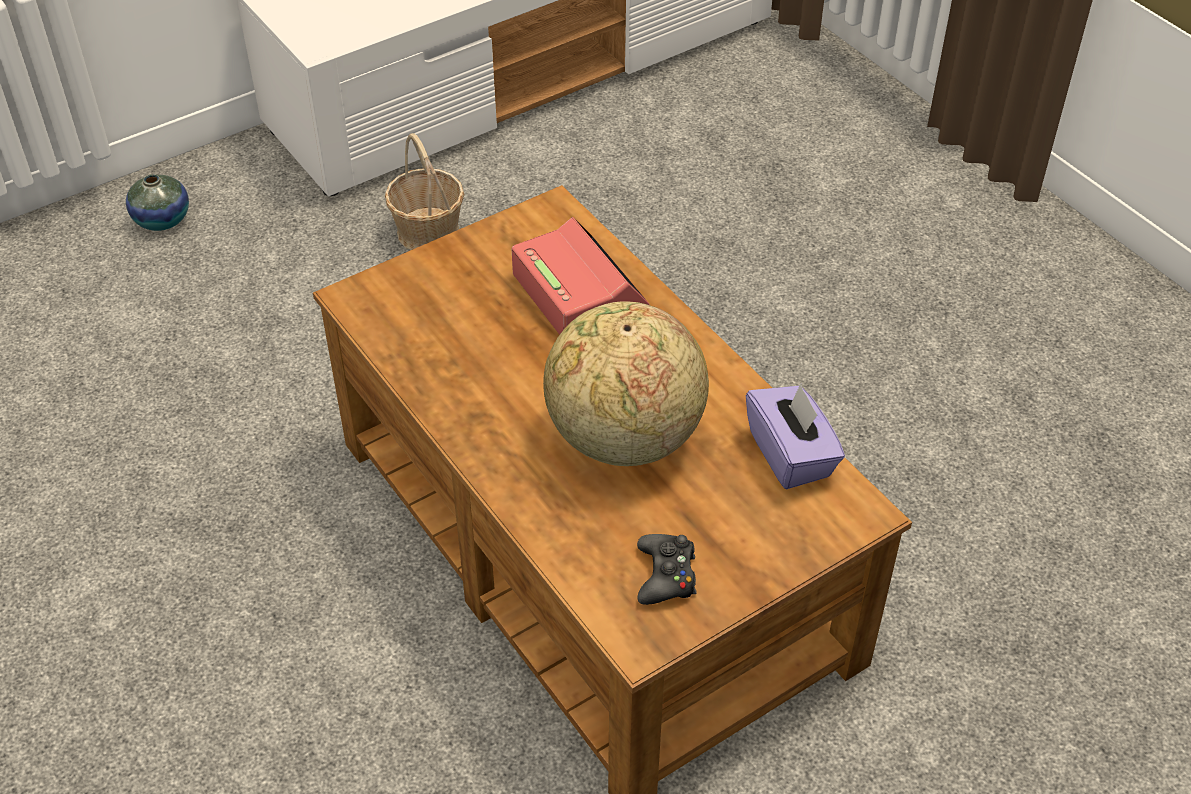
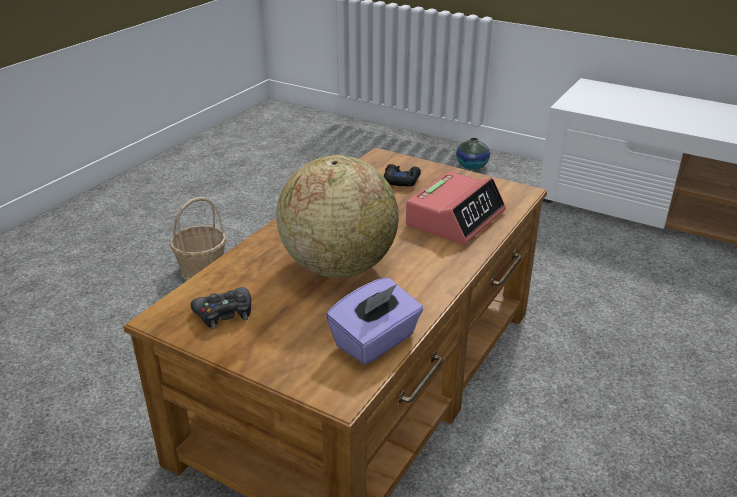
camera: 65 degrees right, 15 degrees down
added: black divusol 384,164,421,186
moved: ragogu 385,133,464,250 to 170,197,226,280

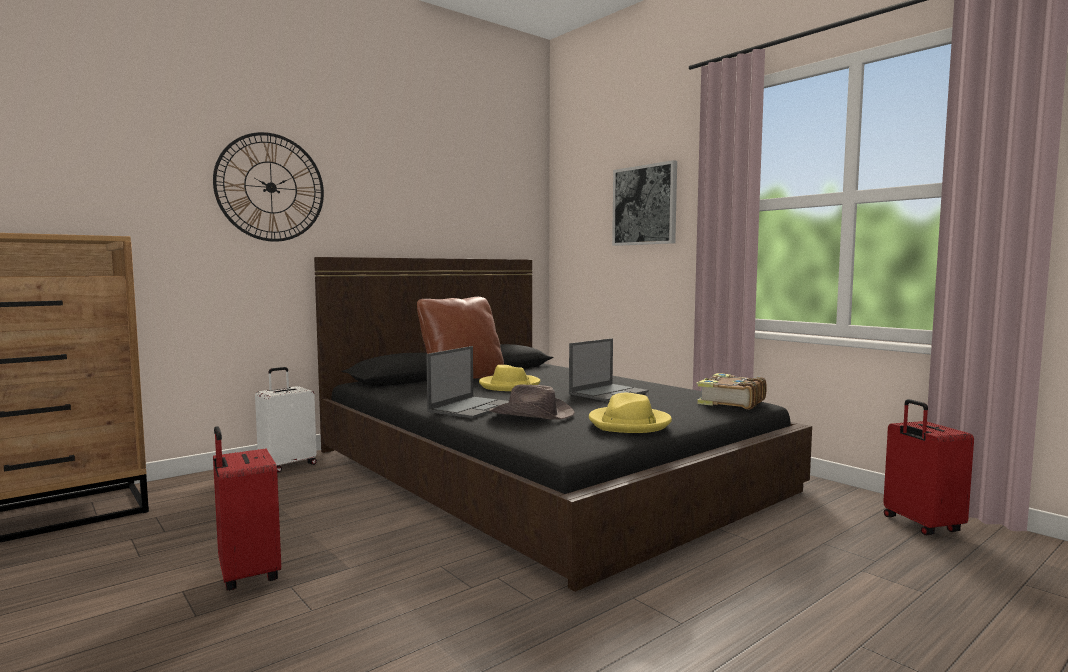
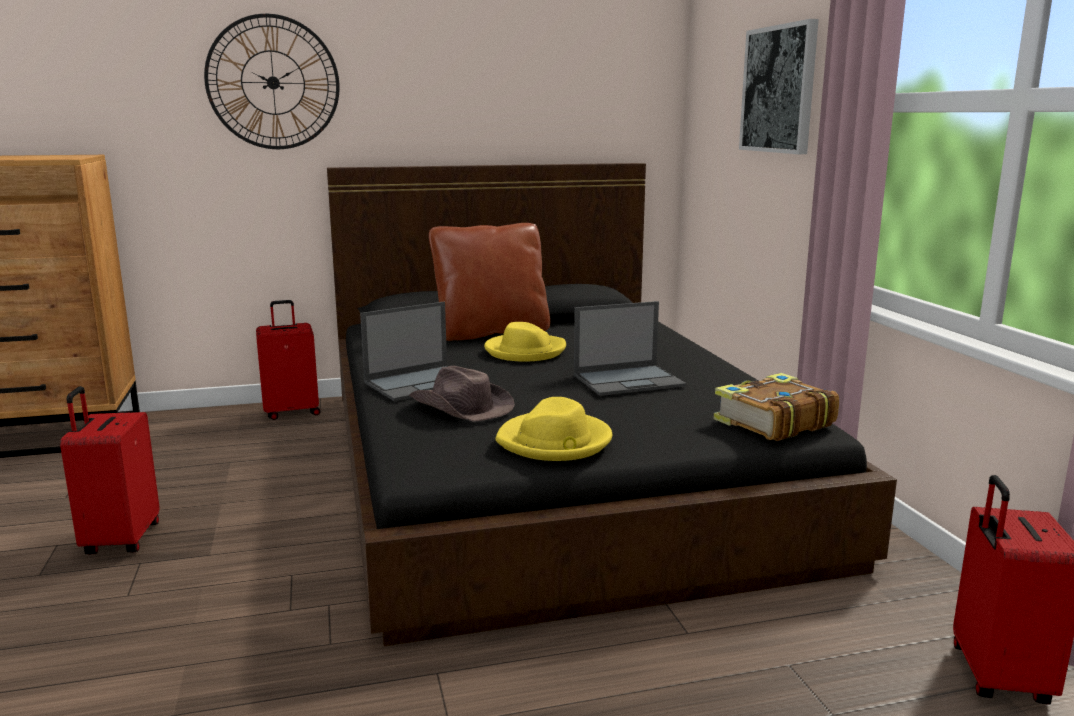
camera: 25 degrees right, 10 degrees up
recoloured: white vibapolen 255,367,317,472 to red vibapolen 256,300,321,420

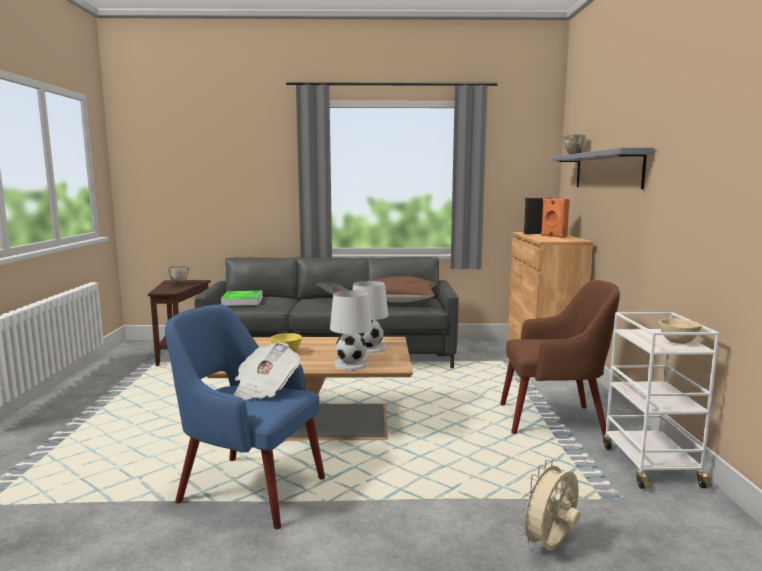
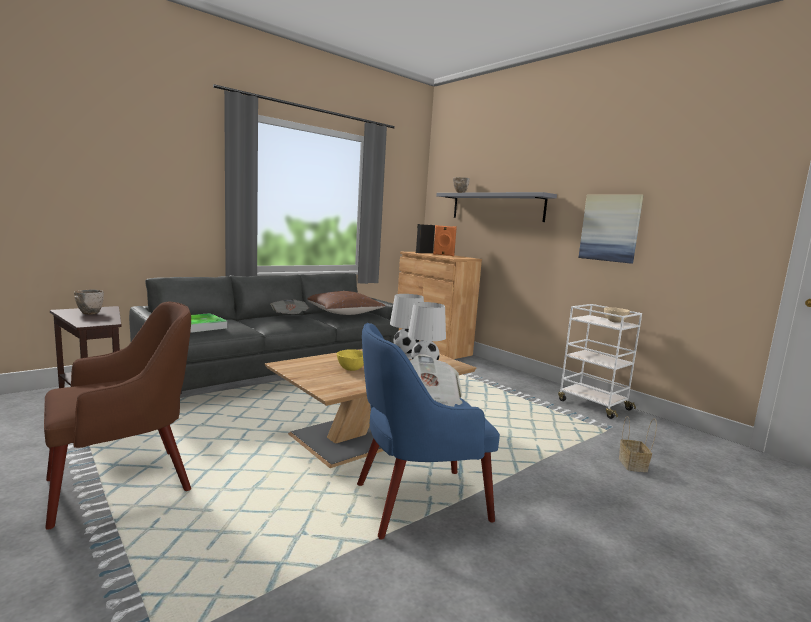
camera: 40 degrees left, 0 degrees up
added: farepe 578,194,644,264
moved: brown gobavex 500,280,620,435 to 44,302,191,530
replaced: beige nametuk 518,459,580,550 to ragogu 619,416,657,472

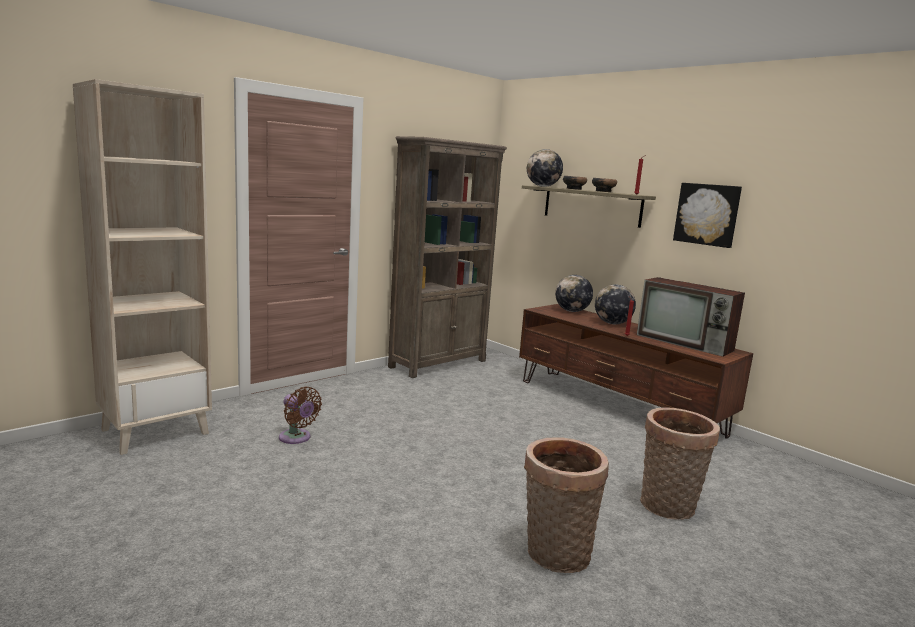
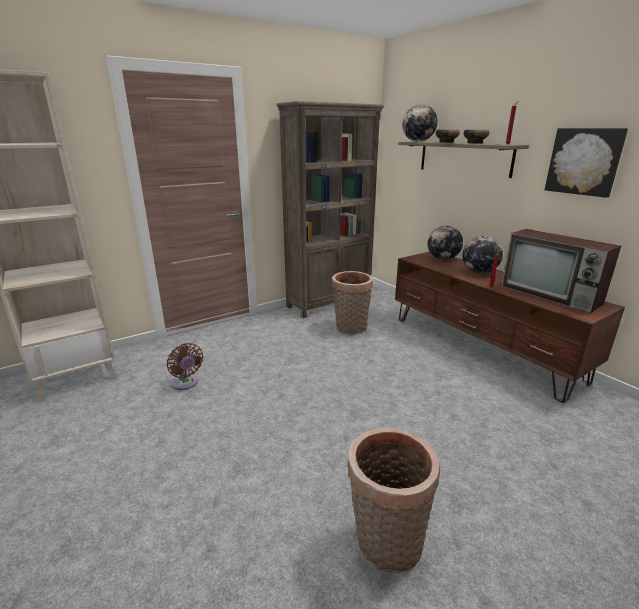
camera: 10 degrees right, 10 degrees up
moved: ragogu 640,407,720,520 to 332,271,373,334

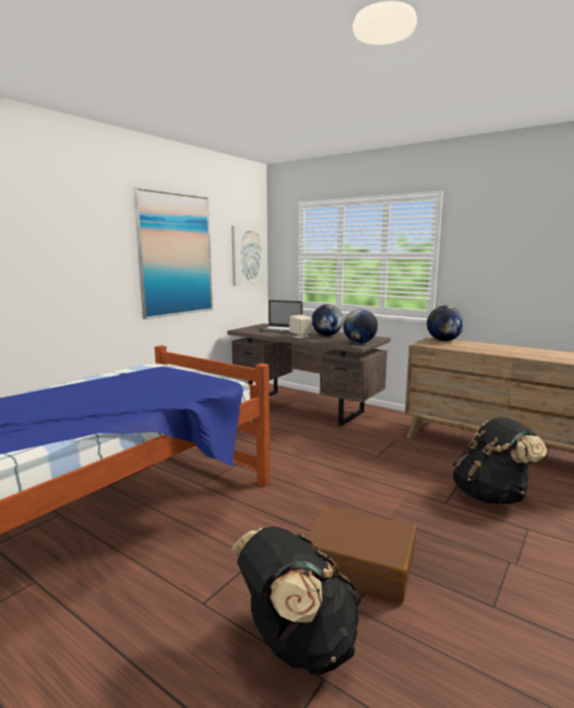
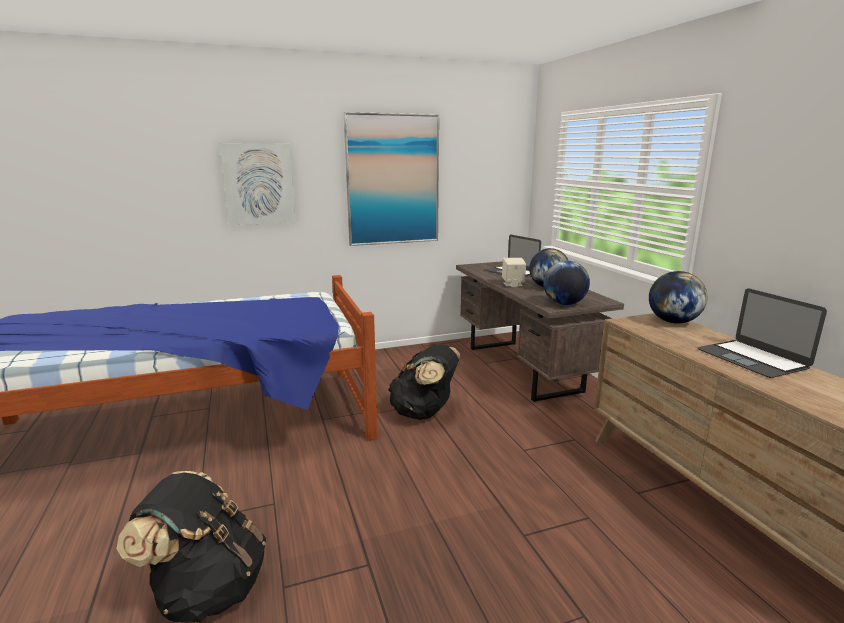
camera: 35 degrees right, 5 degrees up
removed: brown vibapolen 307,507,416,603
added: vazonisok 697,288,827,378
moved: farepe 231,226,266,286 to 219,143,296,225; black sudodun 452,417,547,504 to 388,344,460,420

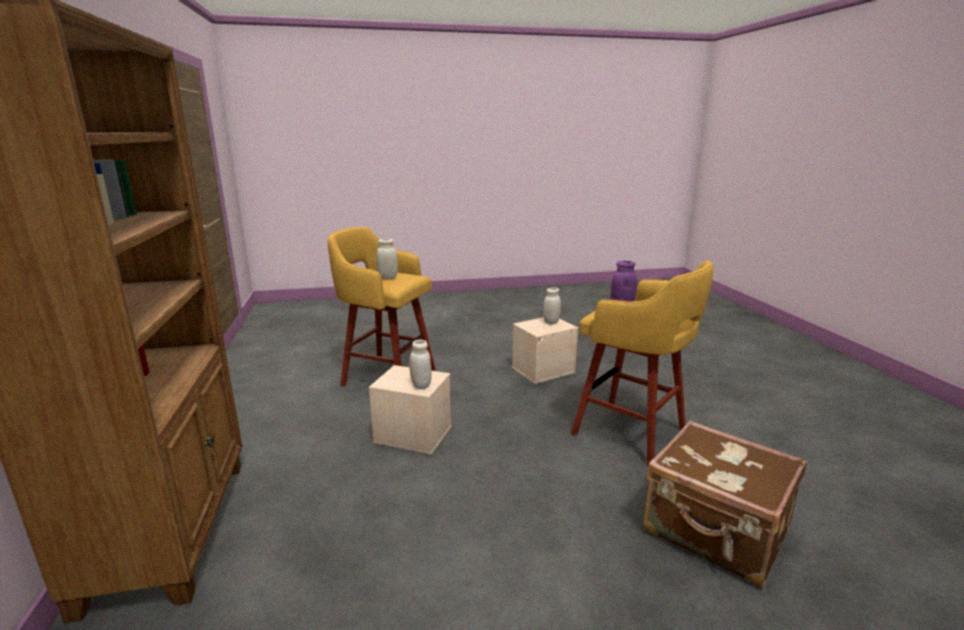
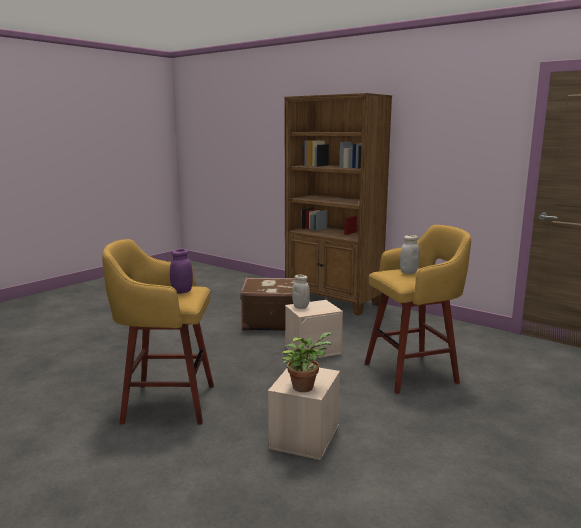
camera: 140 degrees right, 5 degrees down
moved: brown vibapolen 643,421,807,587 to 240,278,295,331
replaced: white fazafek 543,287,561,325 to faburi 282,332,332,392

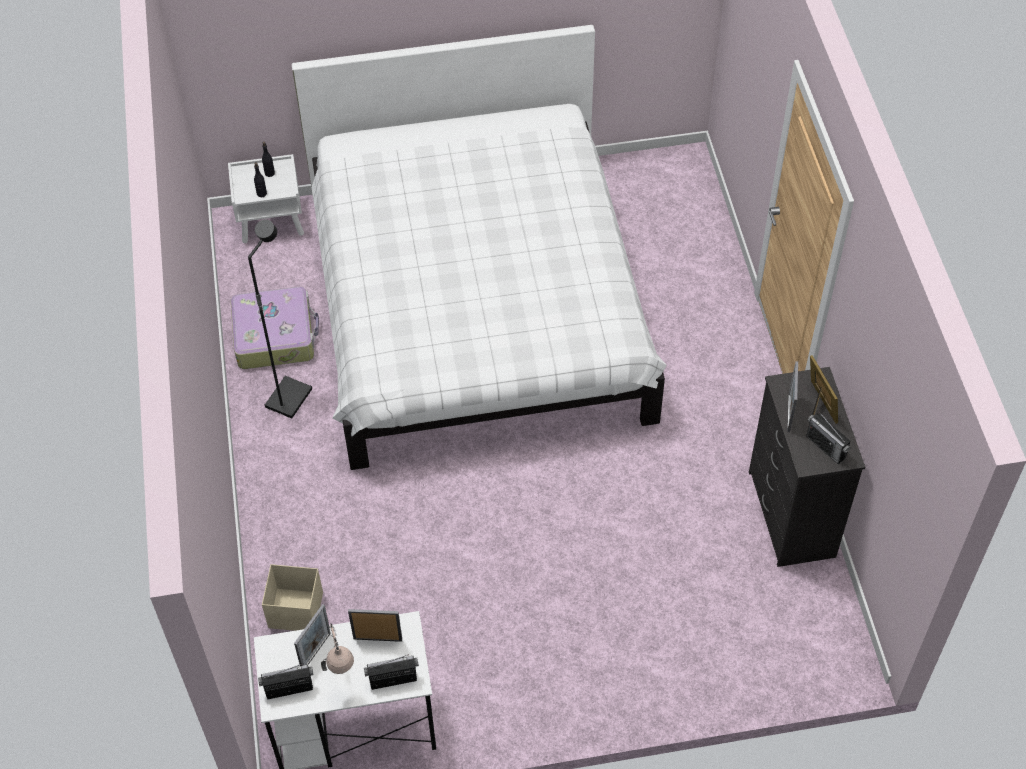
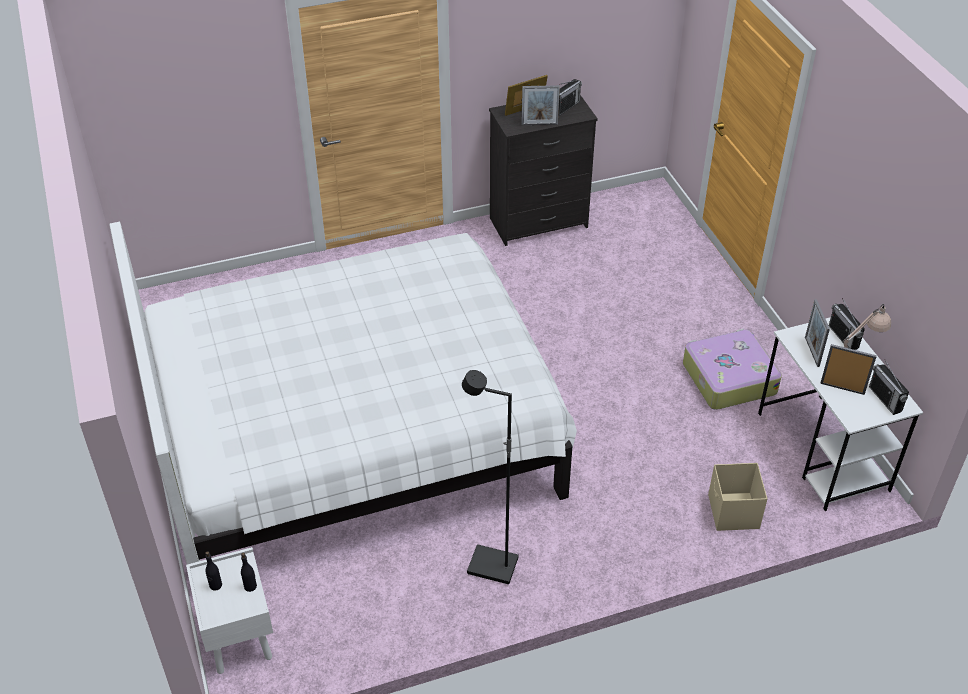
camera: 100 degrees left, 10 degrees down
moved: vibapolen 231,287,319,369 to 683,329,782,410

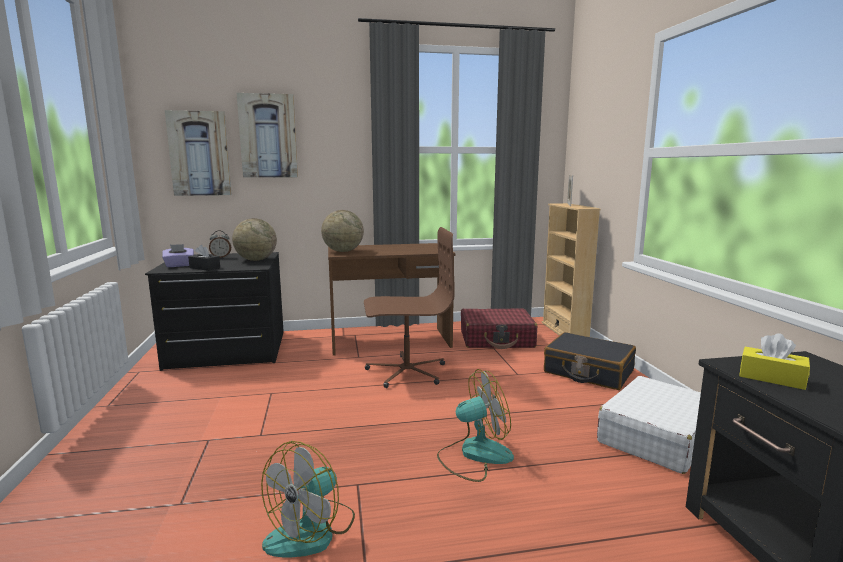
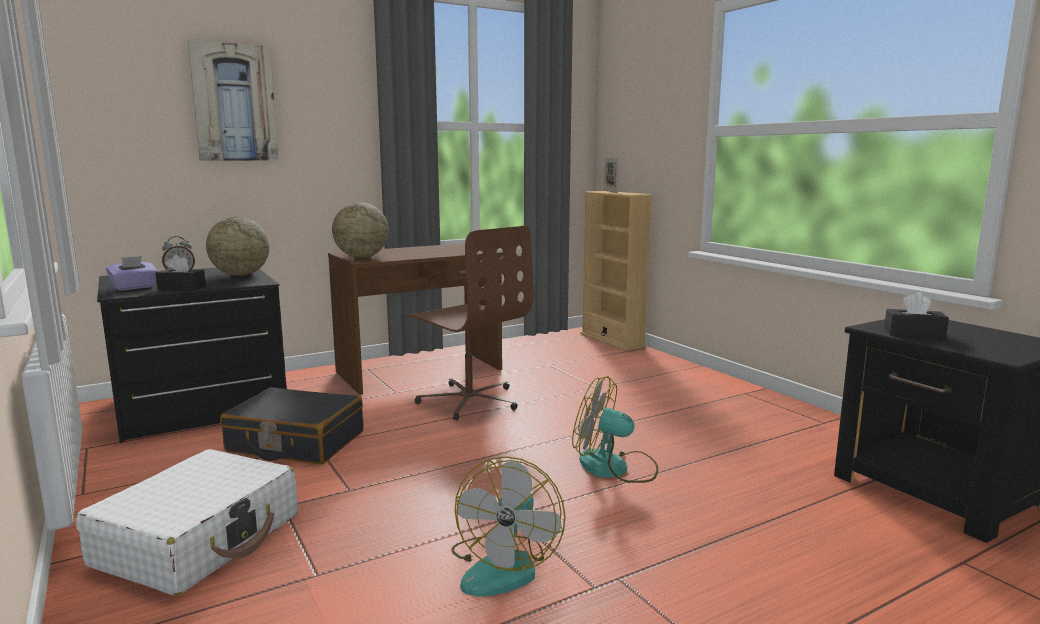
camera: 20 degrees left, 0 degrees up
removed: farepe 165,110,232,196; red vibapolen 461,309,537,349
moved: black vibapolen 544,332,636,390 to 220,387,363,464; white vibapolen 597,376,701,474 to 76,449,298,596
recoloured: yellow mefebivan 739,333,810,390 to black mefebivan 884,292,949,339
turned: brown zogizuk 364,227,455,388 = 408,226,533,420 75 degrees clockwise; nametuk 437,369,514,482 = 572,376,658,483 120 degrees counterclockwise

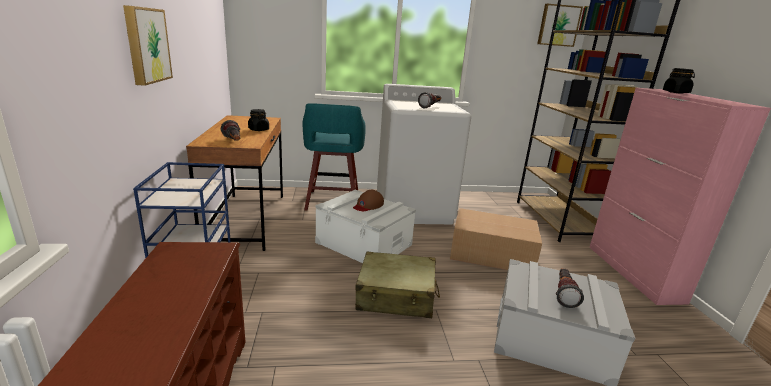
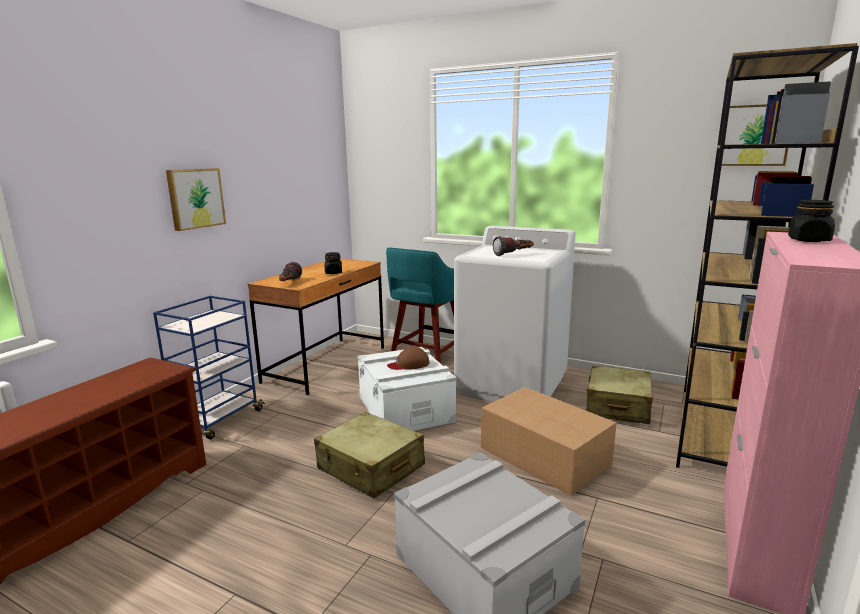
camera: 35 degrees right, 5 degrees down
removed: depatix 556,268,584,308
added: beige vibapolen 586,366,653,424

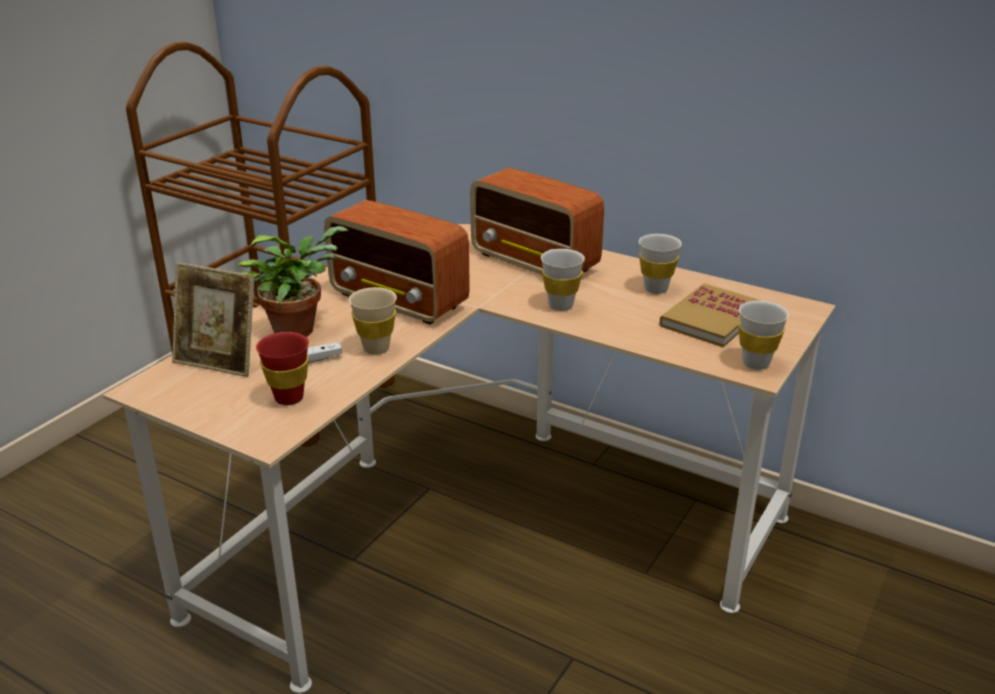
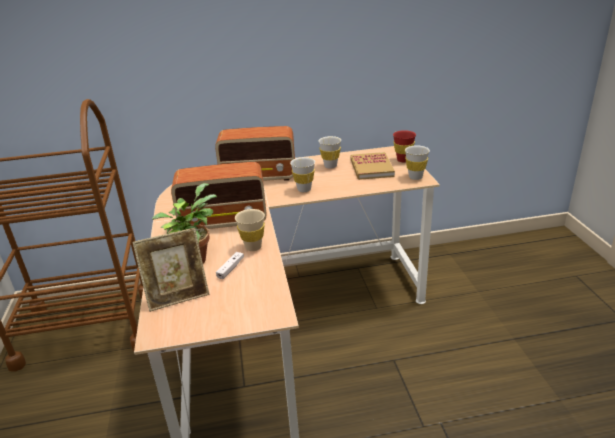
camera: 40 degrees left, 0 degrees up
moved: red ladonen 256,332,309,405 to 393,130,416,162

